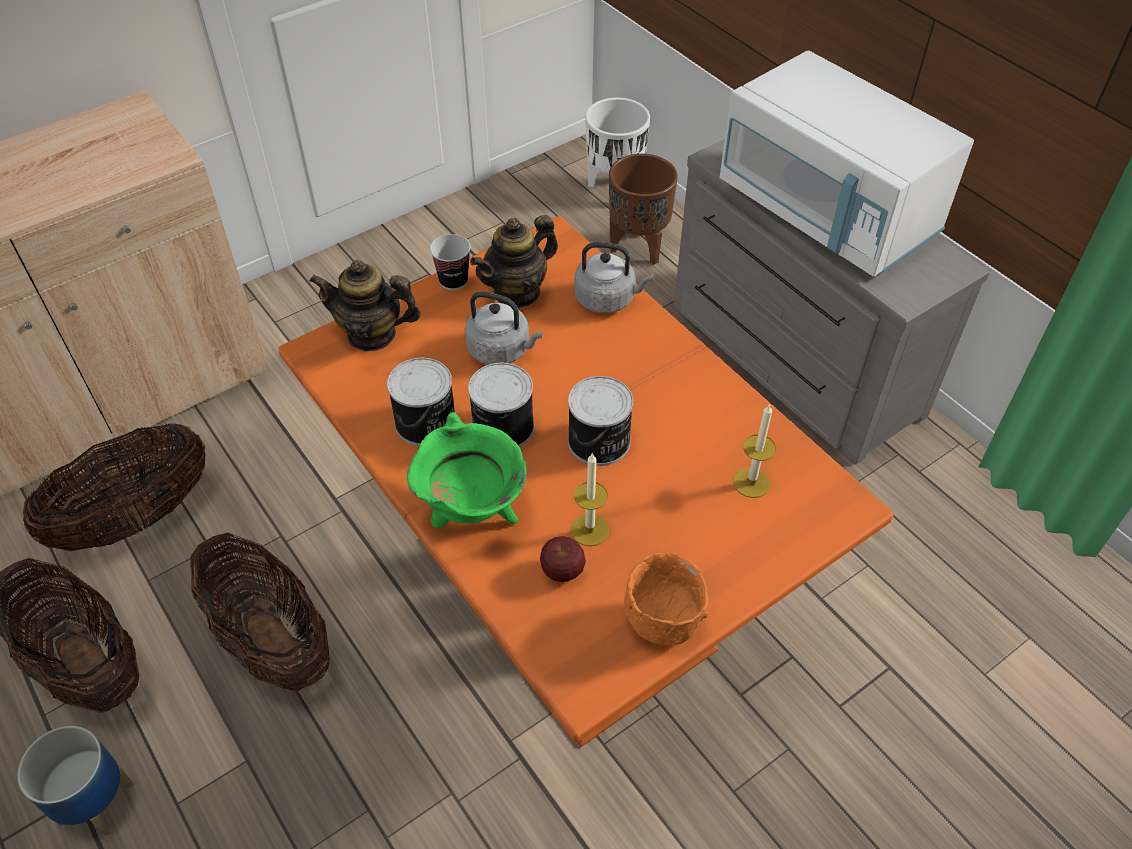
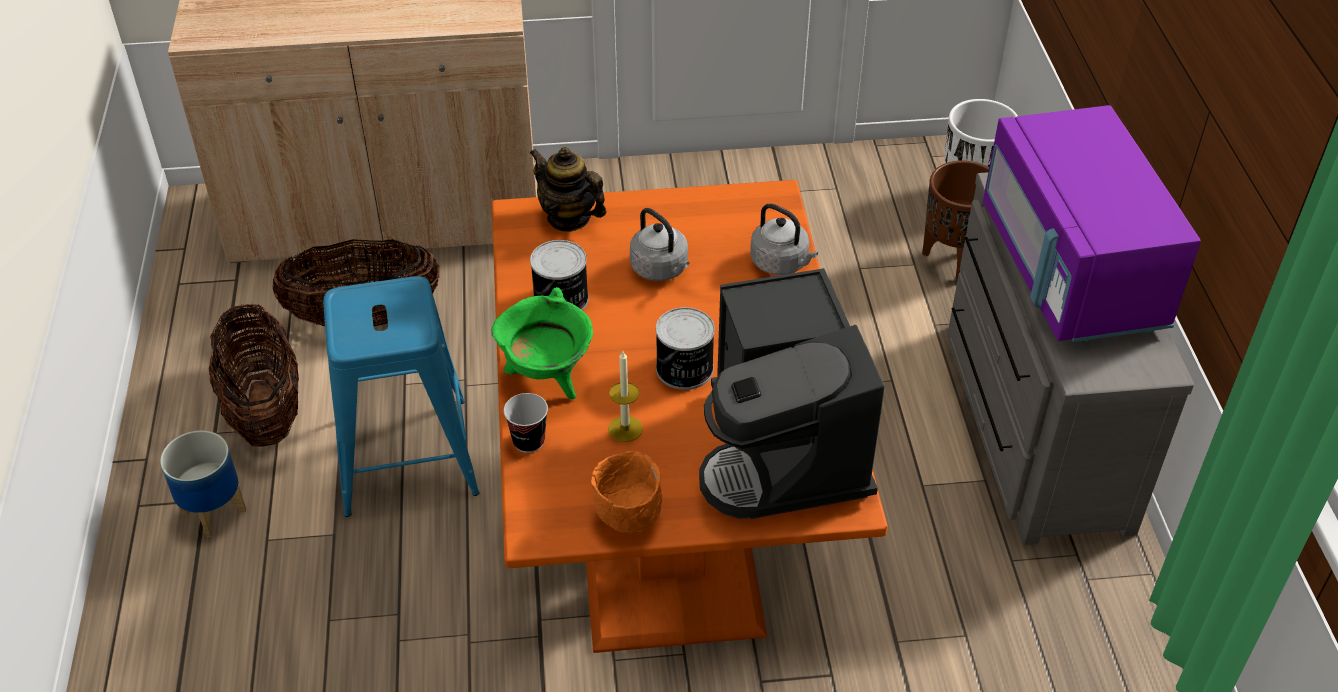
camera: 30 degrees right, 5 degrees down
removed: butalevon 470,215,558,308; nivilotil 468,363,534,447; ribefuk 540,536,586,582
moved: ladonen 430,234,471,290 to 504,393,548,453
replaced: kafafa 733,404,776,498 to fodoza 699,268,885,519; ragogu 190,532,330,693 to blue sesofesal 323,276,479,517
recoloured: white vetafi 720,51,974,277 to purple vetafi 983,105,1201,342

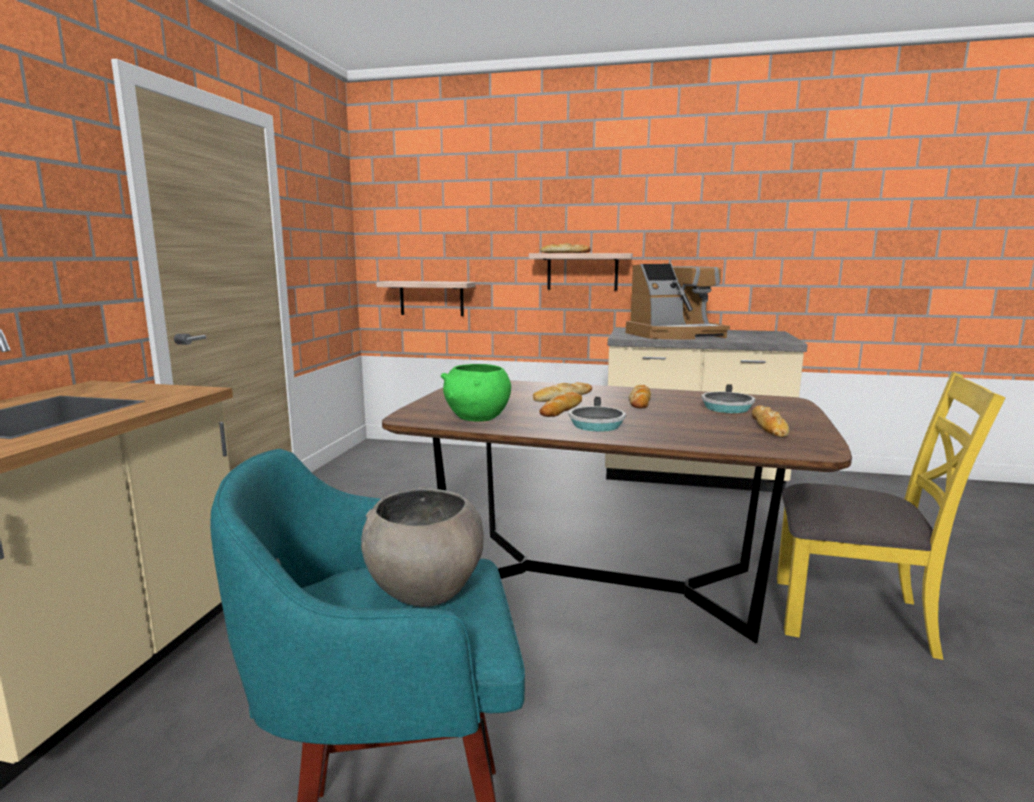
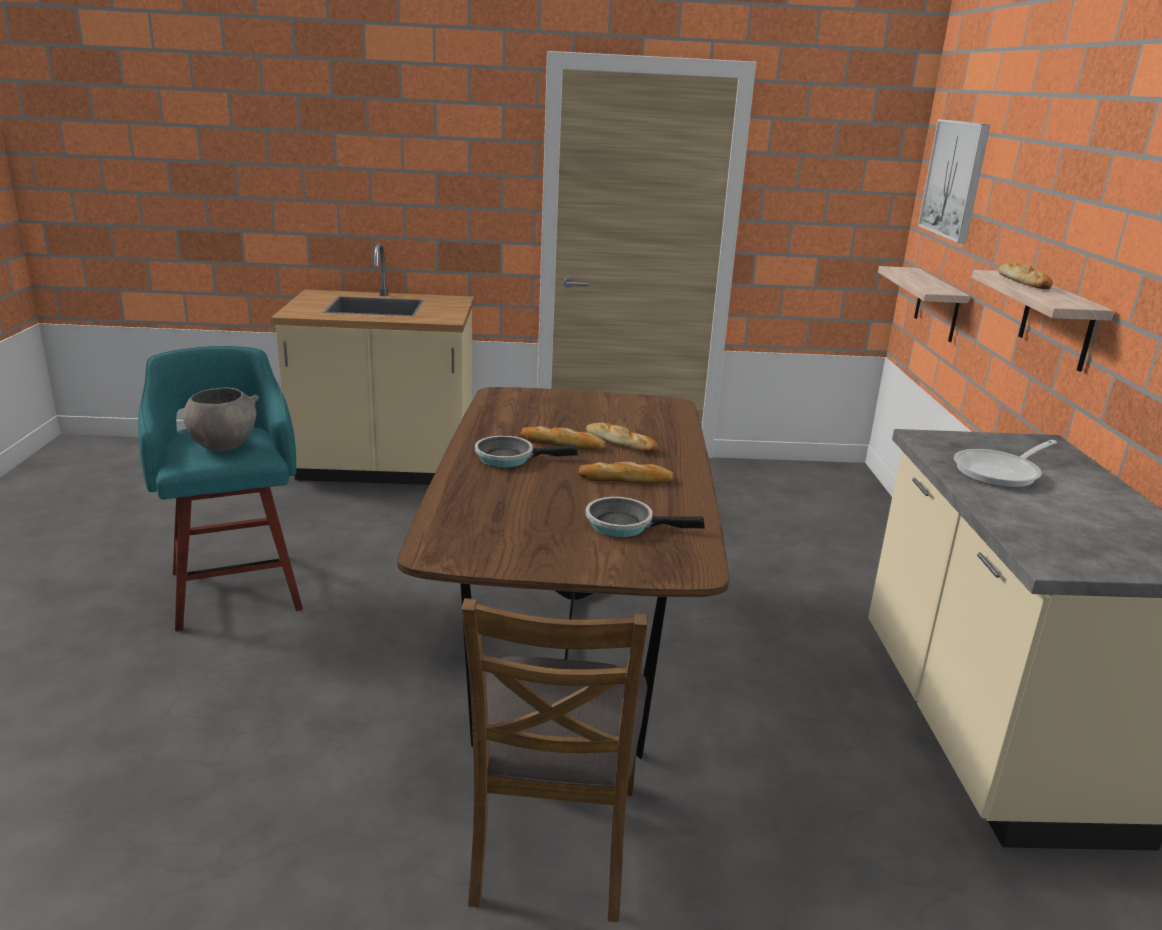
camera: 75 degrees right, 10 degrees up
removed: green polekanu 441,364,511,422; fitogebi 752,405,790,437
added: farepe 918,119,990,243
replaced: fodoza 626,264,730,340 to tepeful 954,440,1057,488
recoloured: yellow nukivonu 777,372,1005,660 to brown nukivonu 462,598,648,922

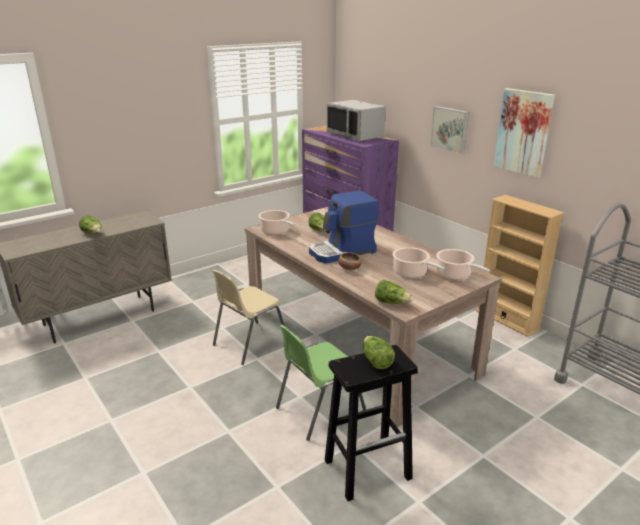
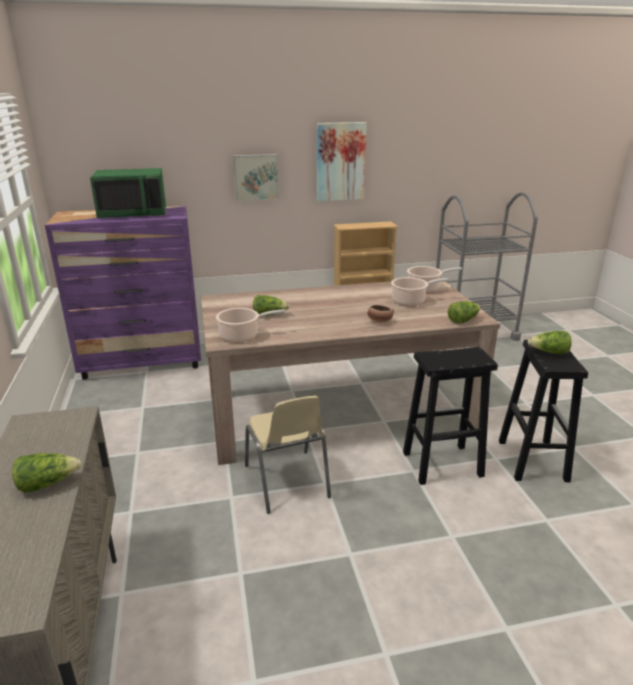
camera: 65 degrees left, 0 degrees up
removed: fodoza 309,190,379,264
replaced: green nukivonu 276,325,366,441 to black sesofesal 403,347,498,485
recoloured: grey vetafi 327,100,386,141 to green vetafi 90,168,166,218

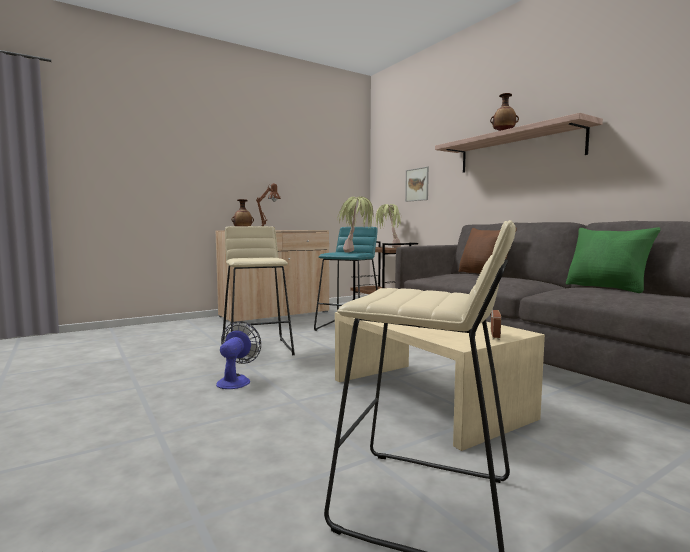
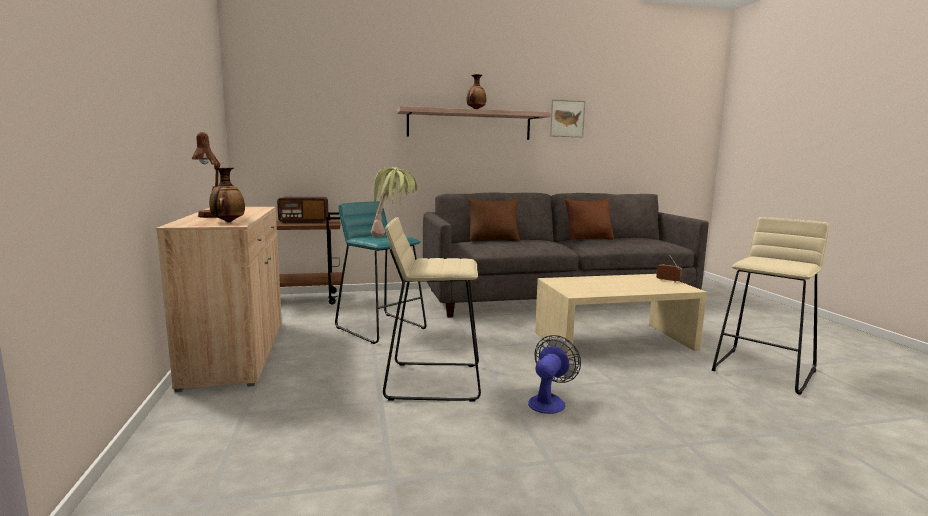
camera: 70 degrees left, 5 degrees up
moved: farepe 405,167,429,202 to 550,99,585,137
replaced: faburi 376,204,402,248 to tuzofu 277,197,329,223
recoloured: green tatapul 566,227,661,293 to brown tatapul 565,198,614,240
turned: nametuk 216,321,261,389 = 528,335,581,414 90 degrees clockwise

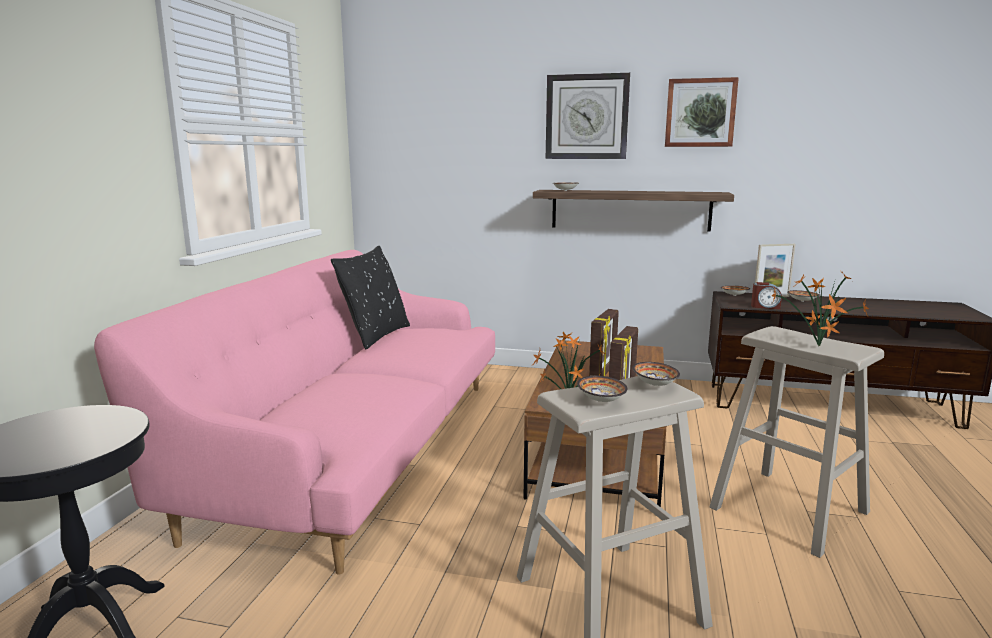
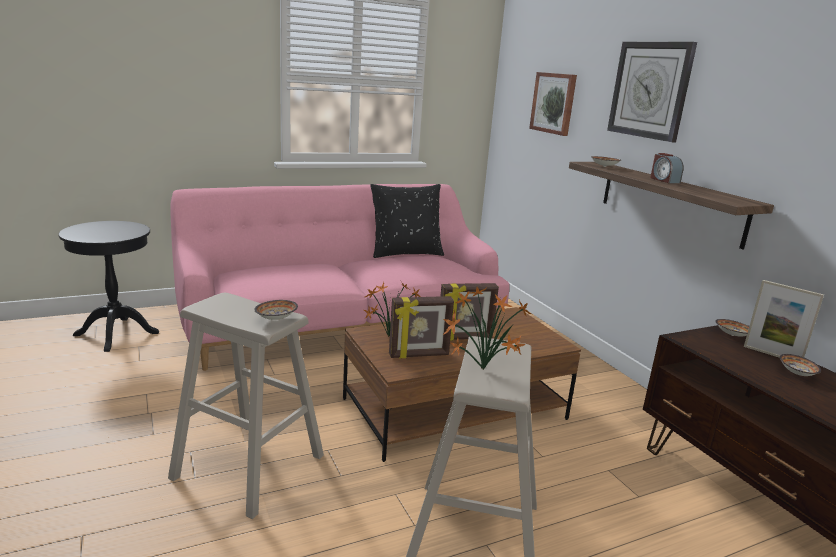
camera: 50 degrees right, 5 degrees up
removed: polekanu 577,376,628,402
moved: farepe 665,77,739,147 to 529,72,577,136; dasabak 751,282,782,309 to 650,153,684,183

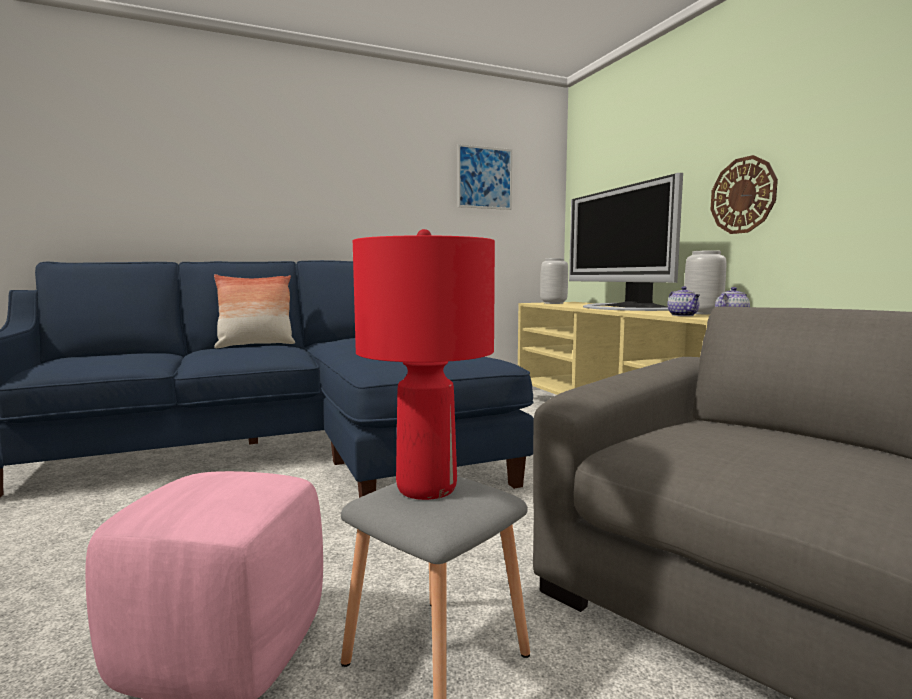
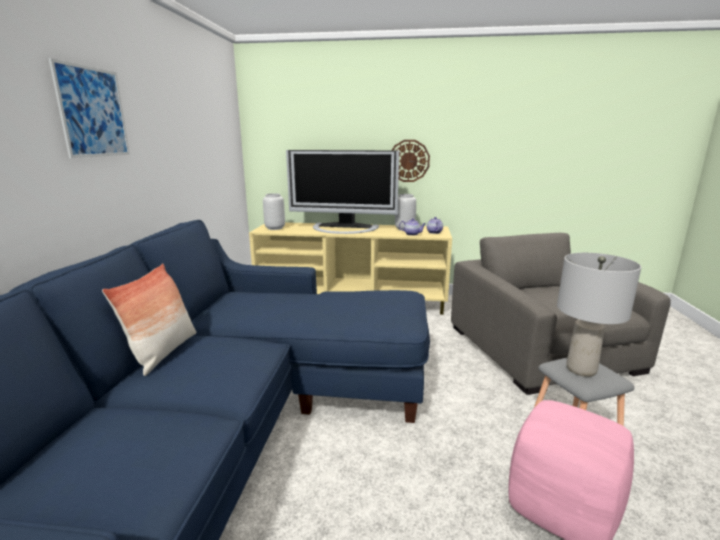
camera: 60 degrees left, 10 degrees up
moved: farepe 458,144,512,210 to 48,58,130,158
recoloured: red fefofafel 353,229,495,500 to grey fefofafel 557,253,641,377

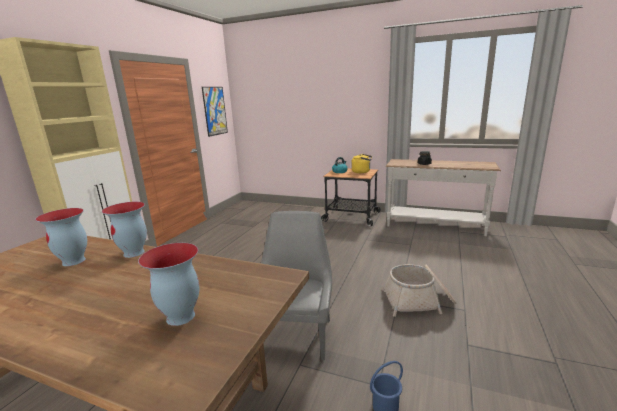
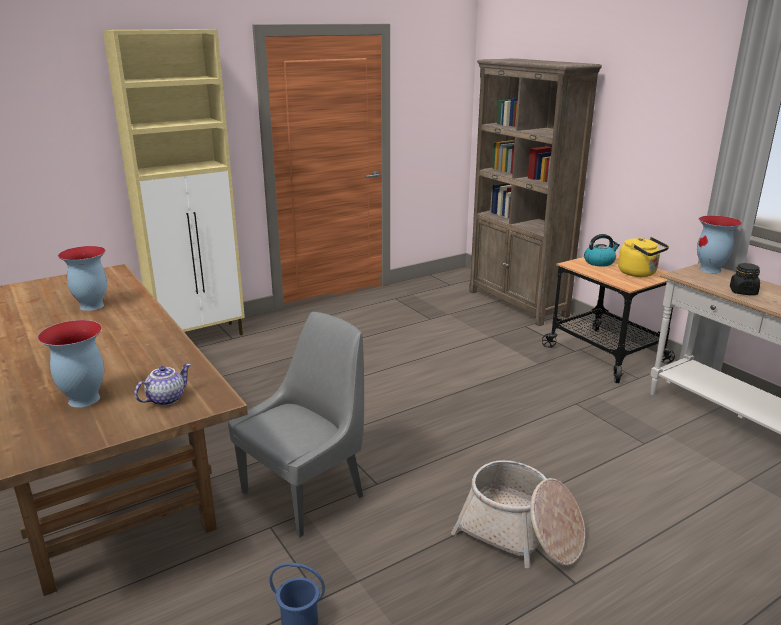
camera: 35 degrees right, 5 degrees up
removed: farepe 202,87,228,137
added: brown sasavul 469,58,602,326; butalevon 135,364,191,406
moved: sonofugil 102,202,147,258 to 697,215,742,273

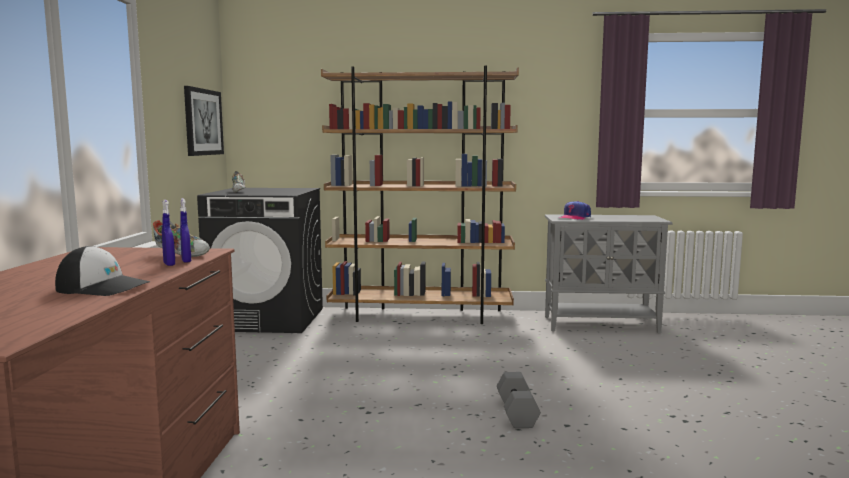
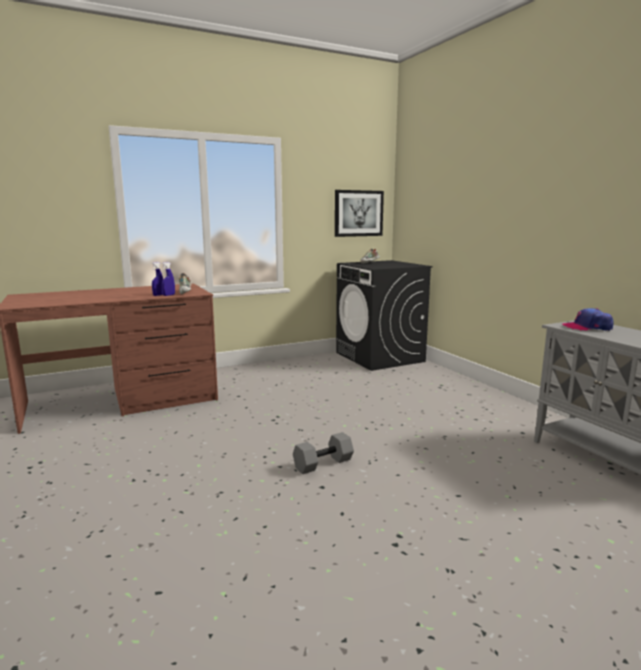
camera: 60 degrees right, 5 degrees up
removed: brown sasavul 321,66,519,324; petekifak 55,246,150,296

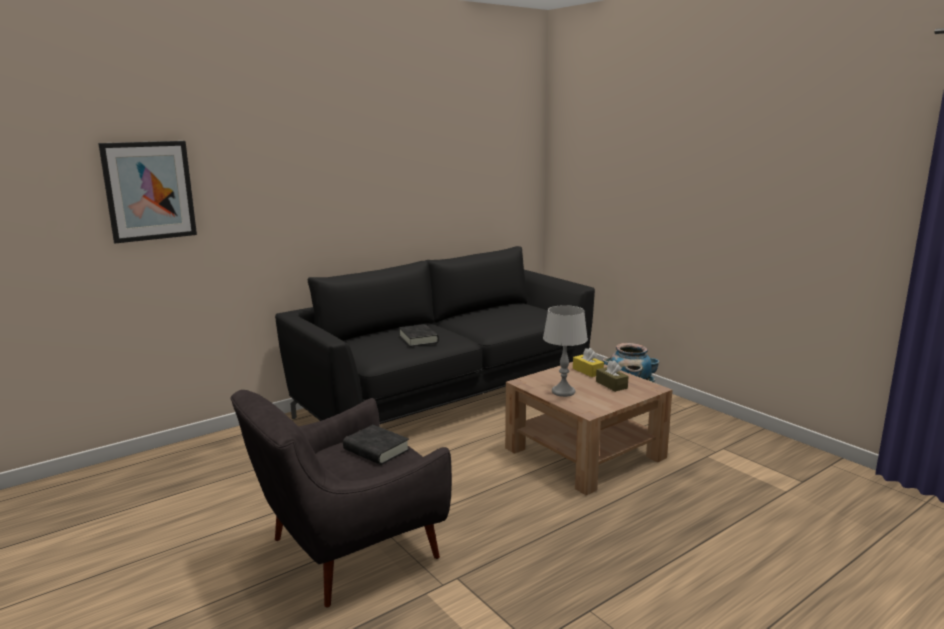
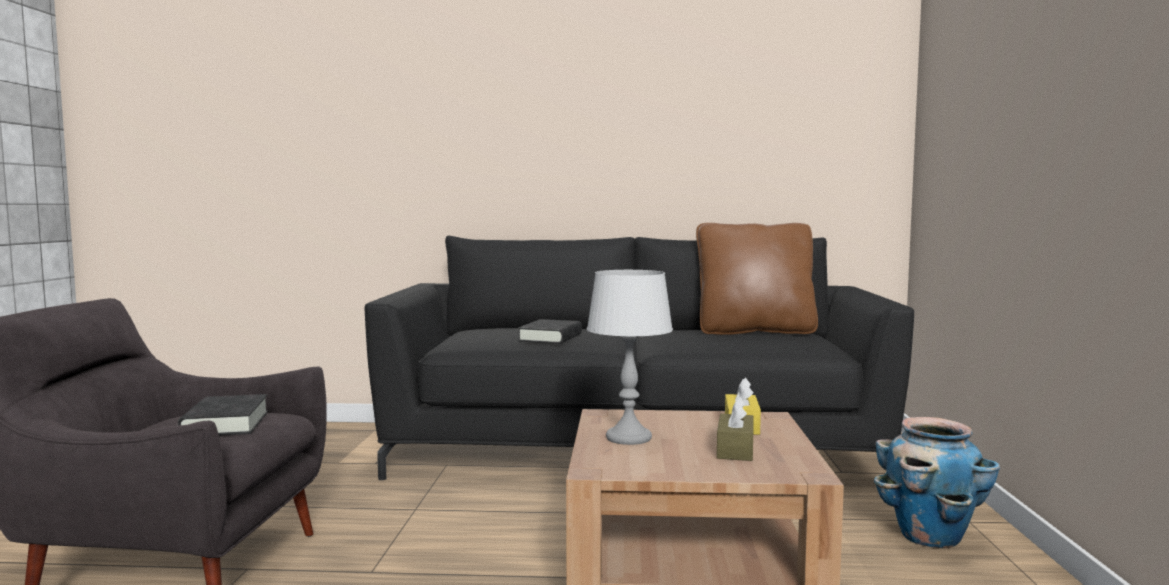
camera: 40 degrees right, 10 degrees down
removed: farepe 98,141,197,243
added: brown tatapul 696,223,818,335

